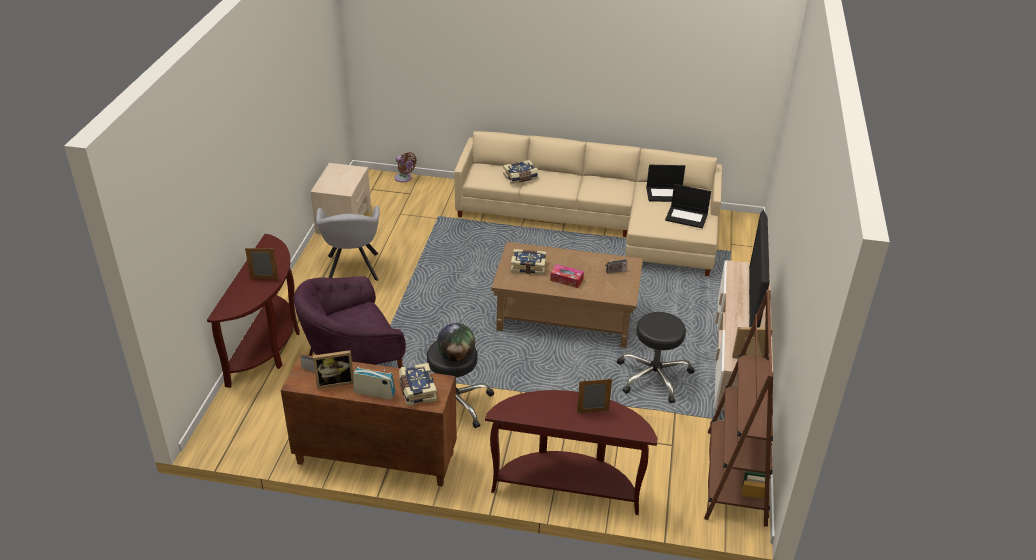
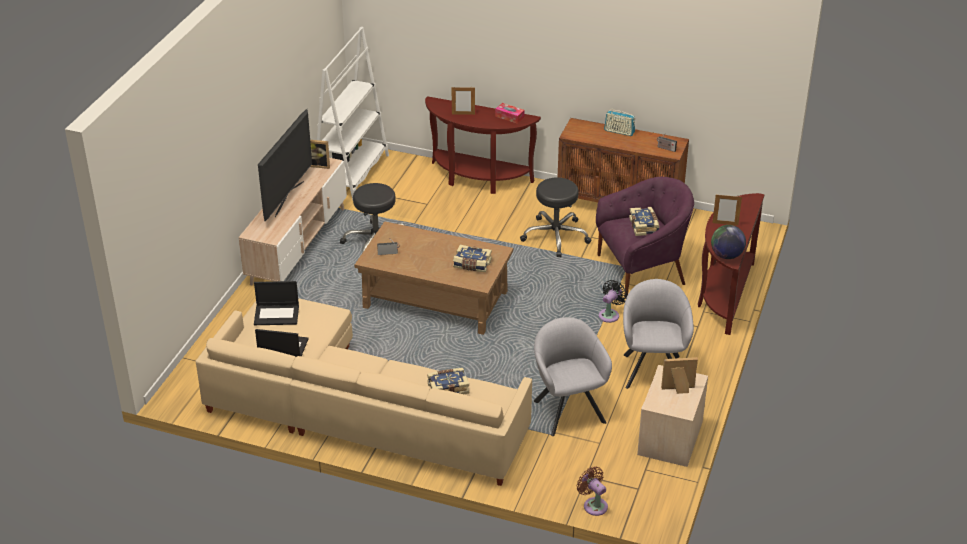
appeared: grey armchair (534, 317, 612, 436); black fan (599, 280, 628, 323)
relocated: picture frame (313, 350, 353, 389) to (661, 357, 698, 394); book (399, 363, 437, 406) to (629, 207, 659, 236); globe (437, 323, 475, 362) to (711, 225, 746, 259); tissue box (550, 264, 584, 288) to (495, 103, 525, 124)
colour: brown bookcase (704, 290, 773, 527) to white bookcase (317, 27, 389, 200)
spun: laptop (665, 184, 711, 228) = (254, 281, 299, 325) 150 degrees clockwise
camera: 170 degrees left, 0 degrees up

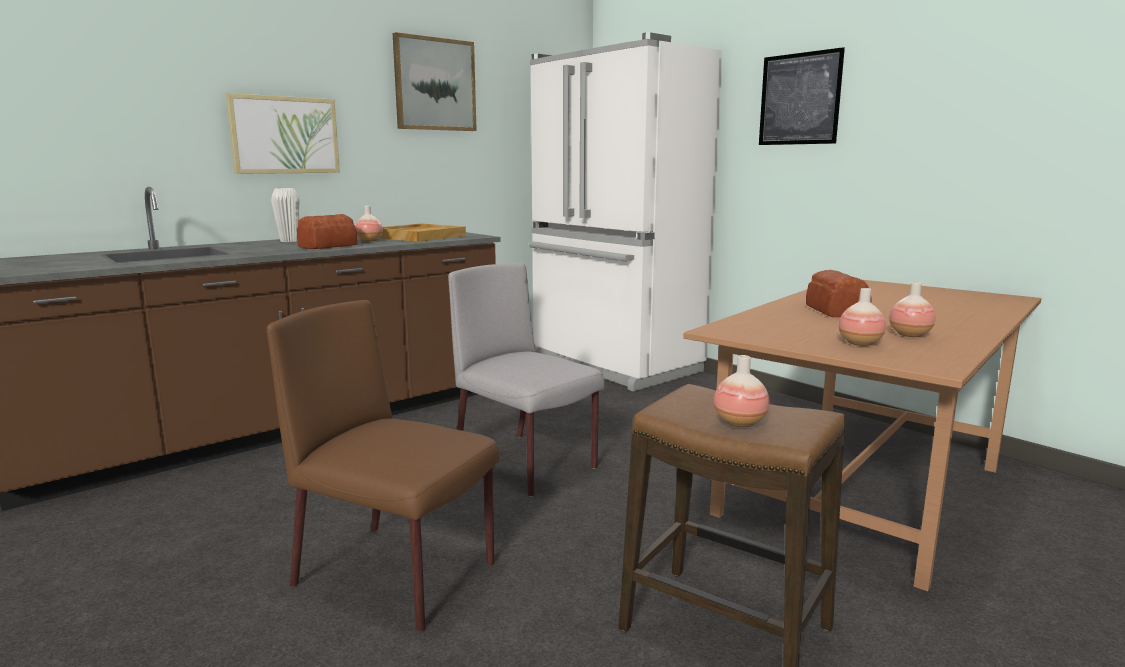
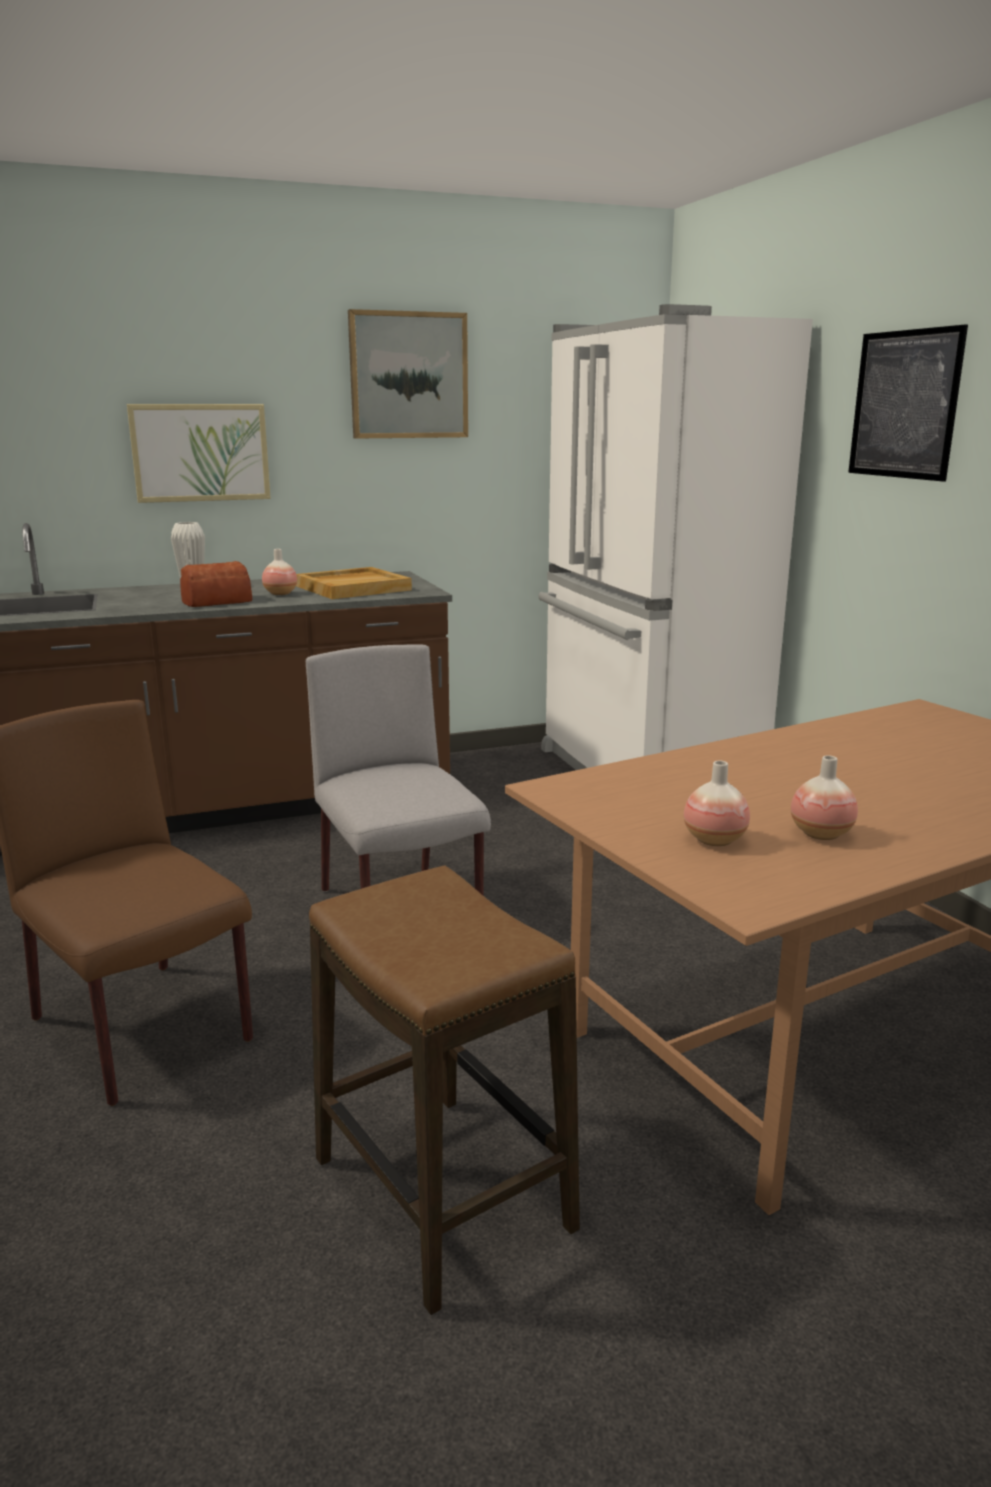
missing: vase (714, 355, 770, 427); bread (806, 270, 872, 317)
camera: 20 degrees right, 5 degrees up

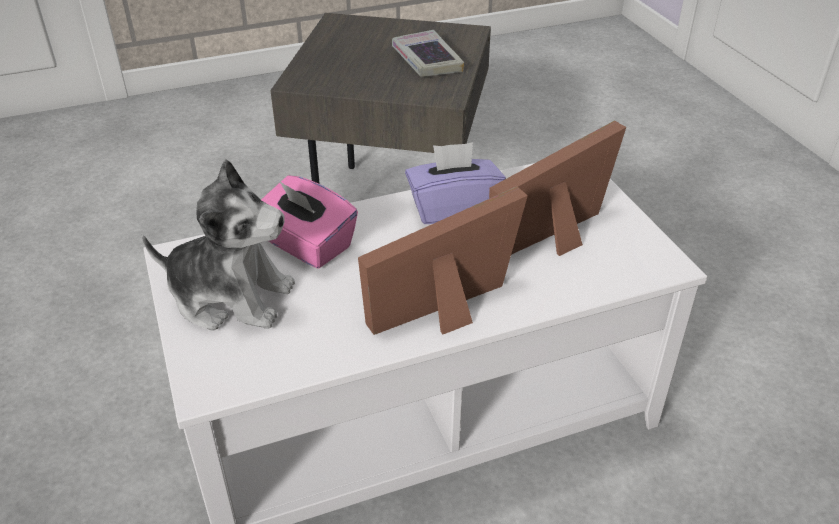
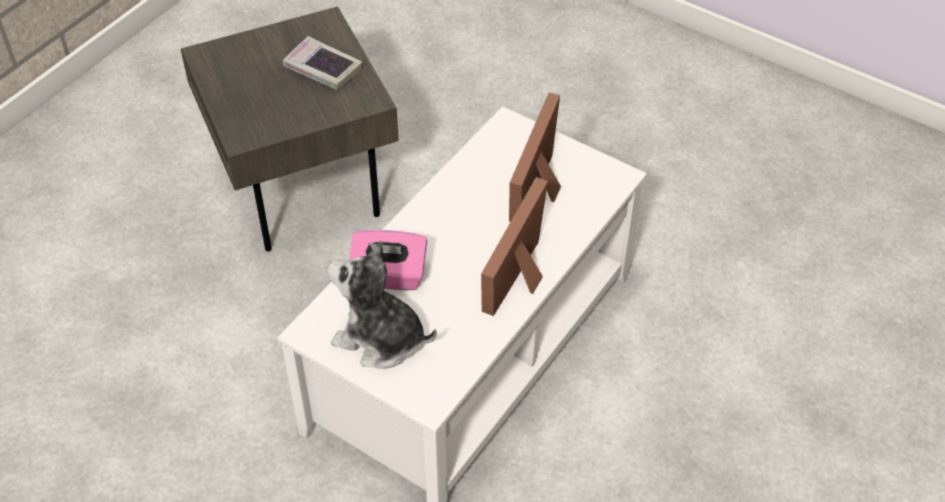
missing: purple tissue box (405, 142, 506, 224)
spun: plush toy (142, 159, 295, 331) = (327, 241, 437, 369) 135 degrees counterclockwise
camera: 35 degrees left, 10 degrees up

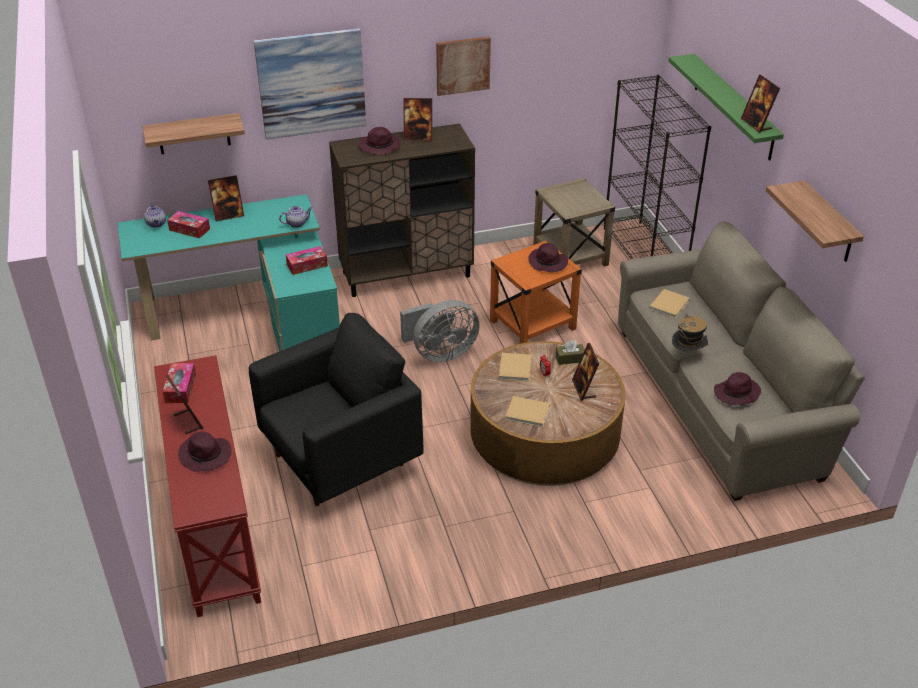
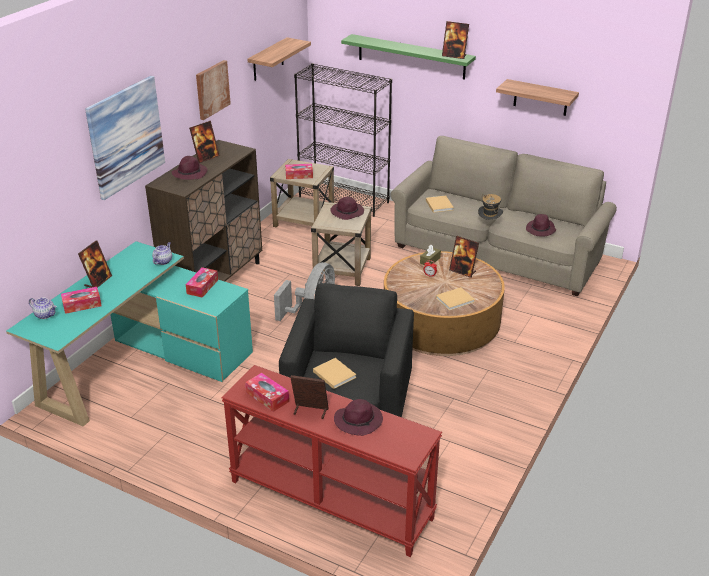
appeared: tissue box (285, 164, 313, 179)
relocated: shelf (143, 113, 245, 154) to (247, 37, 311, 81); beige book (499, 353, 532, 382) to (313, 358, 356, 389)
colour: orange side table (490, 241, 582, 344) to beige side table (311, 202, 372, 286)
camera: 45 degrees left, 5 degrees down

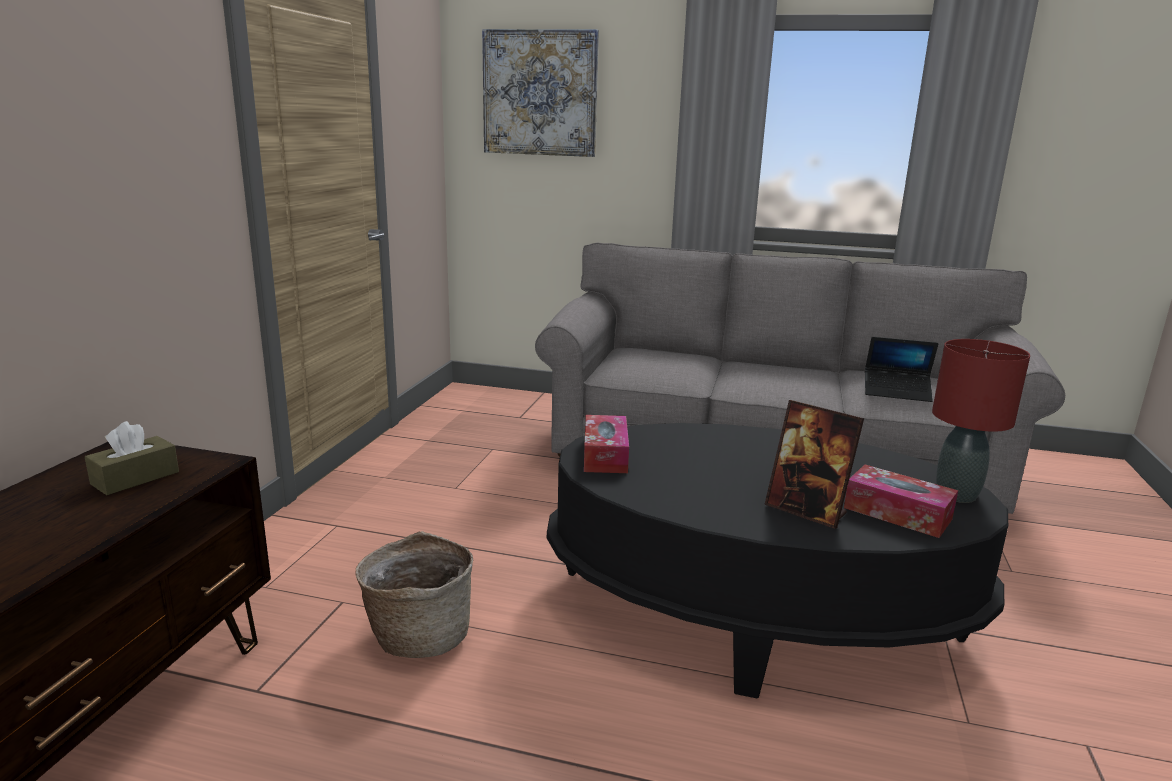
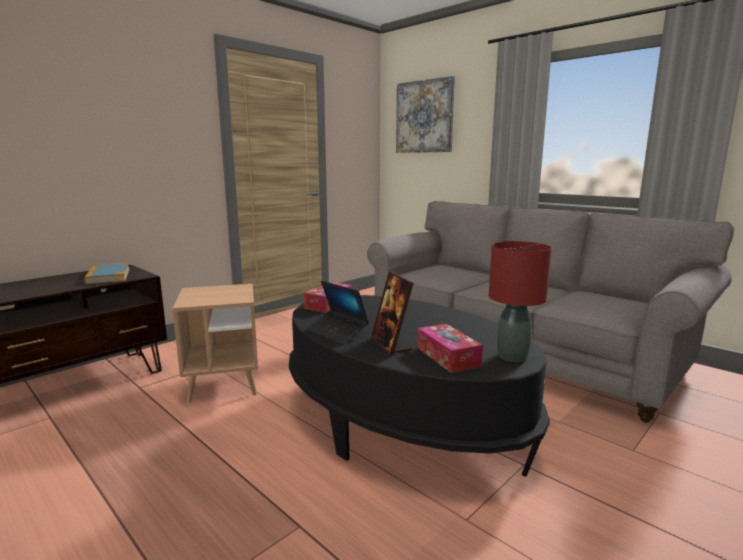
relocated: laptop (865, 337, 938, 402) to (306, 281, 369, 345)
exchanged: brown tissue box (85, 421, 179, 495) to book (84, 263, 130, 284); basket (355, 531, 473, 658) to brown side table (172, 284, 258, 404)
camera: 30 degrees right, 5 degrees down

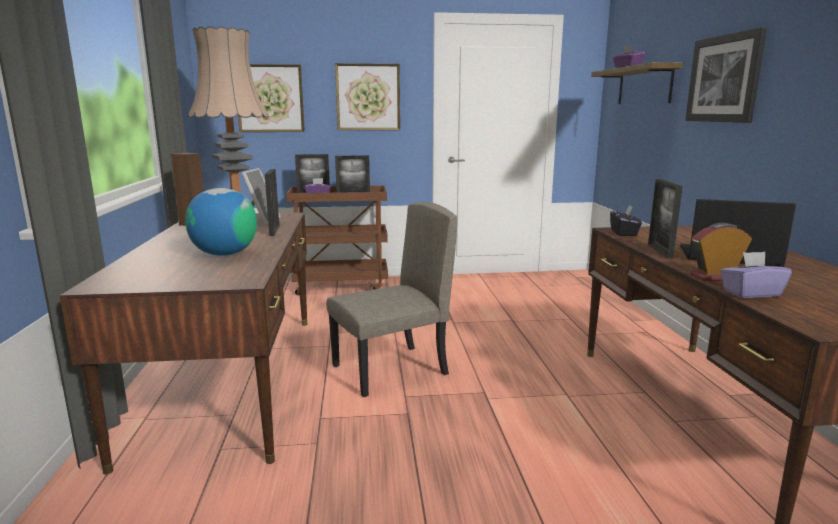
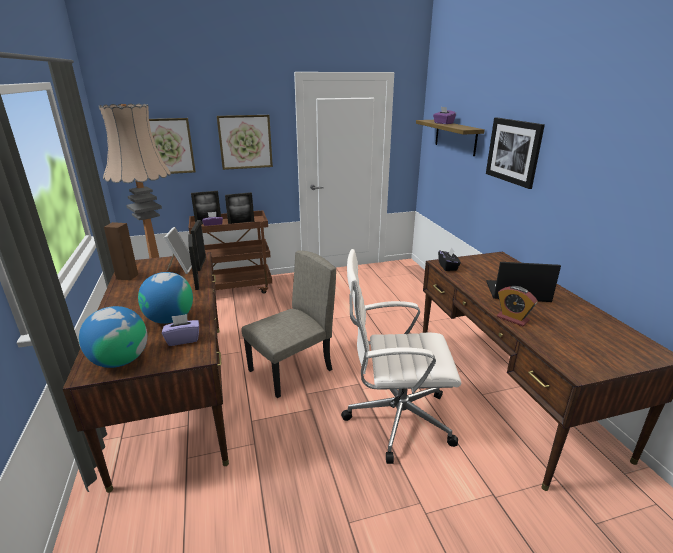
appeared: globe (79, 306, 147, 368); white office chair (341, 249, 461, 464)
relocated: picture frame (648, 179, 683, 259) to (191, 220, 206, 271); purple tissue box (720, 252, 792, 298) to (162, 314, 199, 346)
spun: alarm clock (690, 223, 752, 281) = (497, 286, 538, 326) 120 degrees counterclockwise
camera: 10 degrees left, 10 degrees up

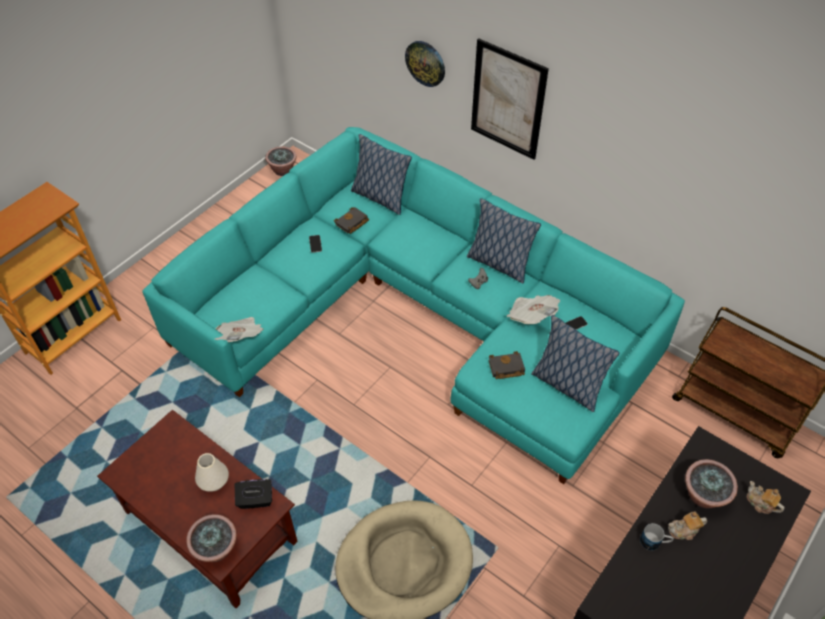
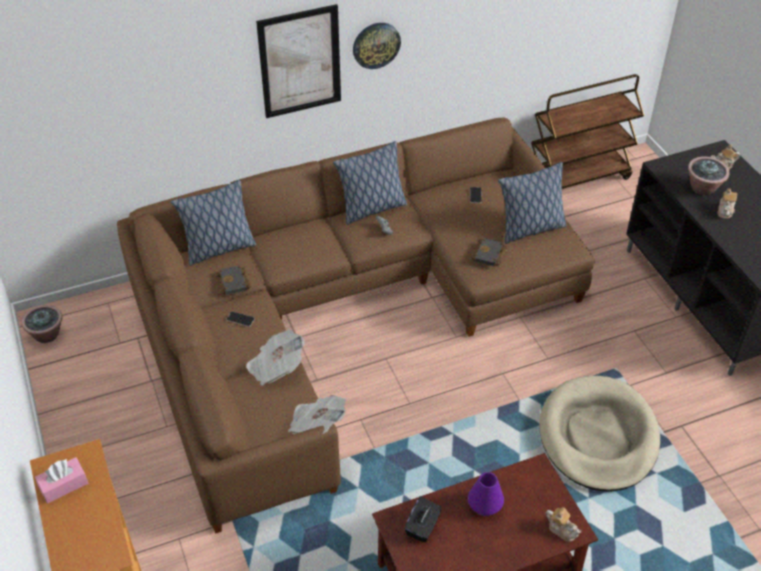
missing: mug (640, 523, 674, 551)
appeared: pink tissue box (35, 457, 88, 504)
relocated: black tissue box (235, 479, 272, 509) to (404, 496, 442, 542); wall clock (405, 41, 445, 87) to (353, 23, 401, 69); newspaper (506, 295, 560, 324) to (246, 330, 305, 386)
exchanged: potted plant (186, 514, 237, 562) to teapot (545, 507, 581, 542)
colour: turquoise sofa (142, 127, 685, 484) to brown sofa (117, 118, 595, 534); white vase (195, 453, 229, 491) to purple vase (468, 472, 504, 516)
camera: 60 degrees left, 5 degrees down

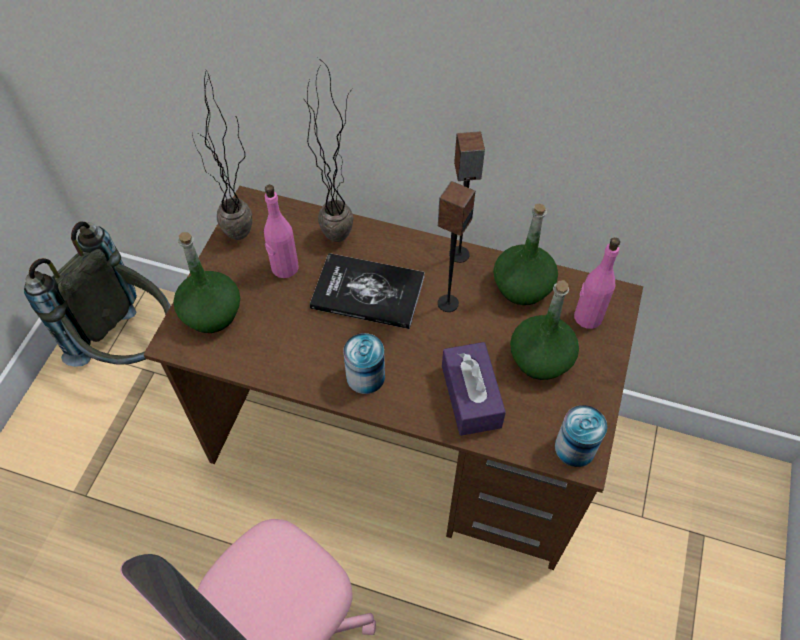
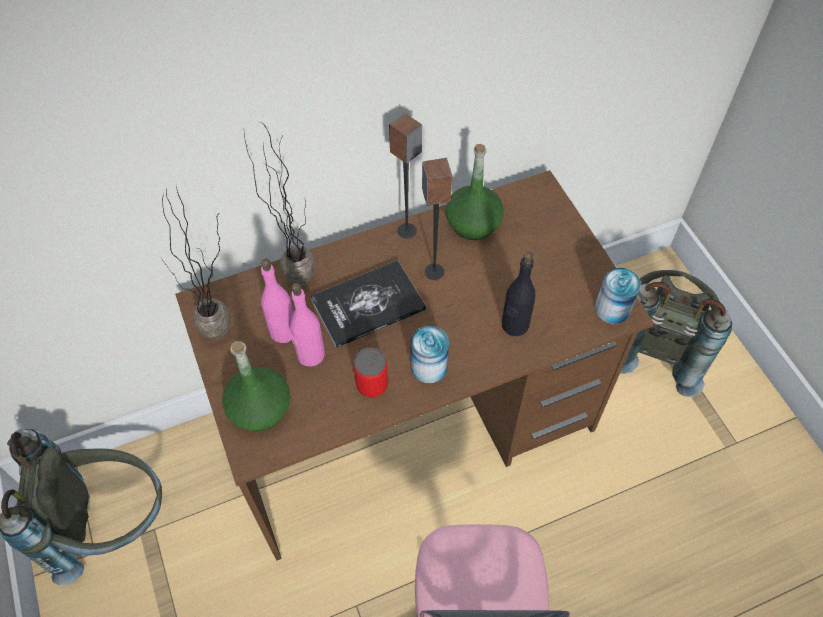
missing: green bottle (510, 280, 579, 380)
appeared: can (353, 347, 388, 397); grey backpack (620, 270, 732, 397)
relocated: pink bottle (574, 237, 620, 329) to (290, 283, 325, 367)
exchanged: purple tissue box (442, 342, 506, 436) to black bottle (502, 251, 535, 336)
camera: 40 degrees left, 0 degrees up

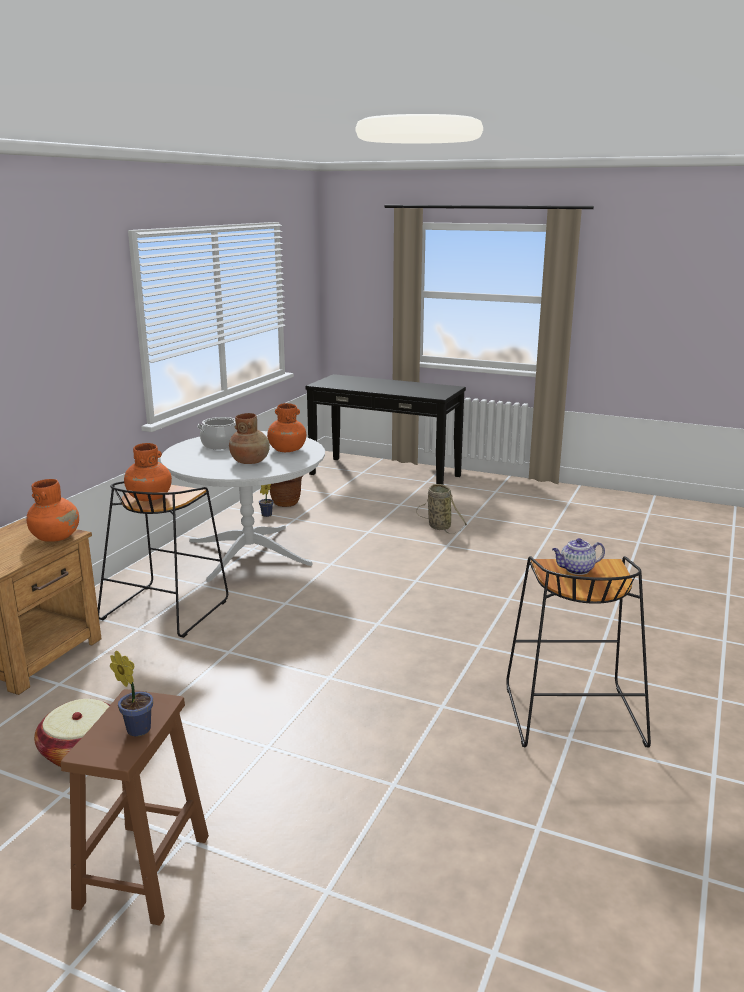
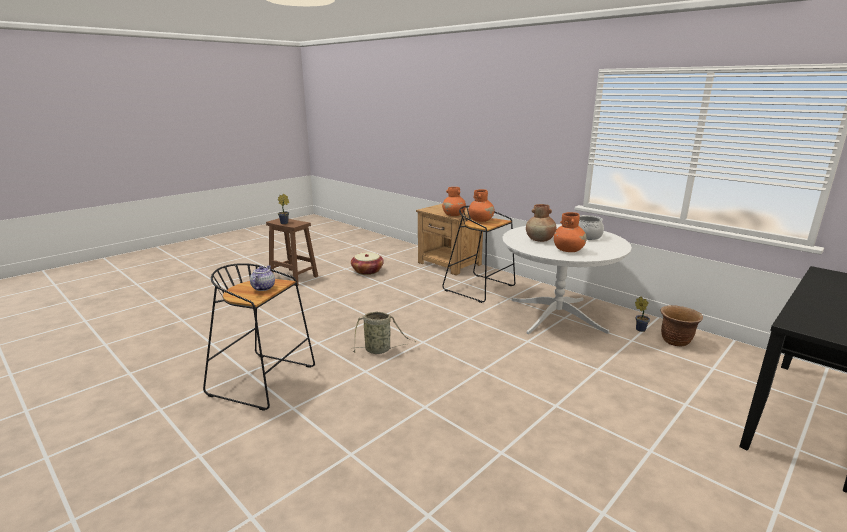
relocated: basket (416, 484, 467, 534) to (351, 311, 416, 354)
camera: 110 degrees right, 0 degrees up

